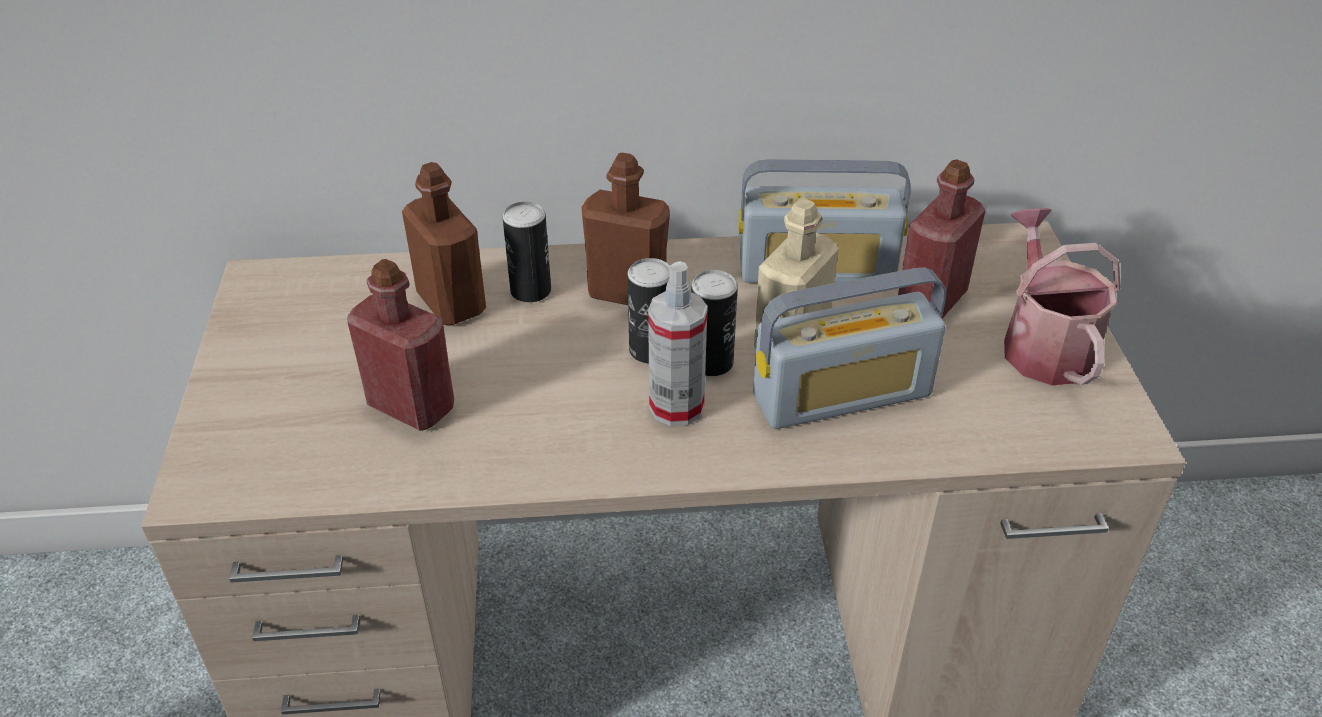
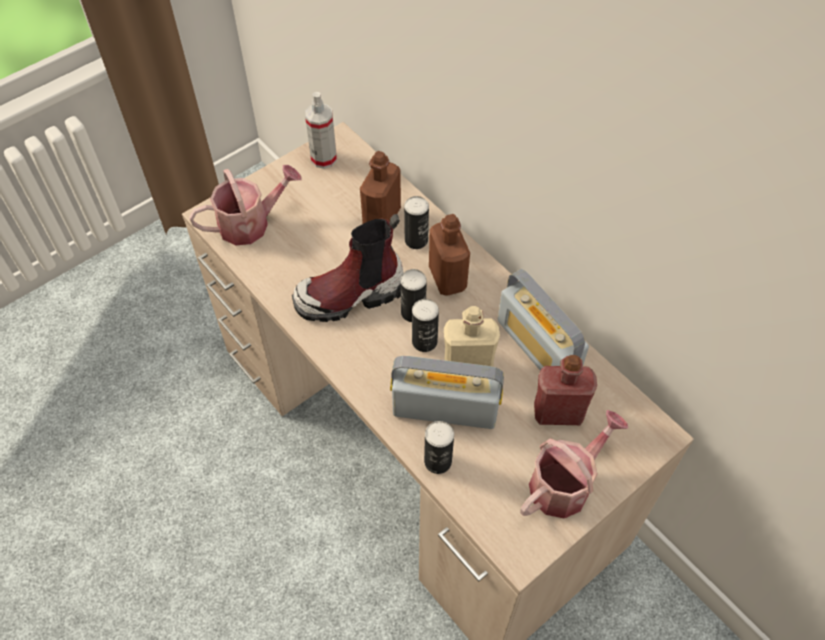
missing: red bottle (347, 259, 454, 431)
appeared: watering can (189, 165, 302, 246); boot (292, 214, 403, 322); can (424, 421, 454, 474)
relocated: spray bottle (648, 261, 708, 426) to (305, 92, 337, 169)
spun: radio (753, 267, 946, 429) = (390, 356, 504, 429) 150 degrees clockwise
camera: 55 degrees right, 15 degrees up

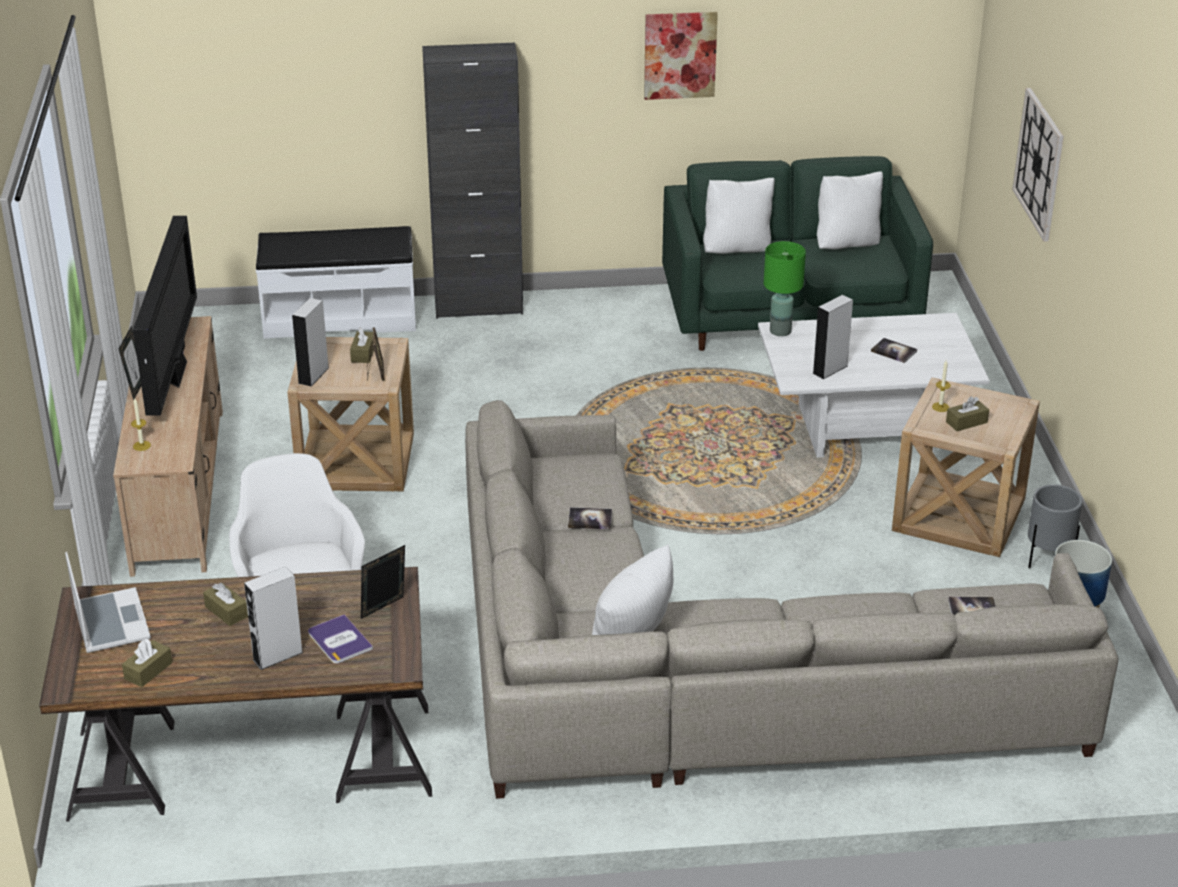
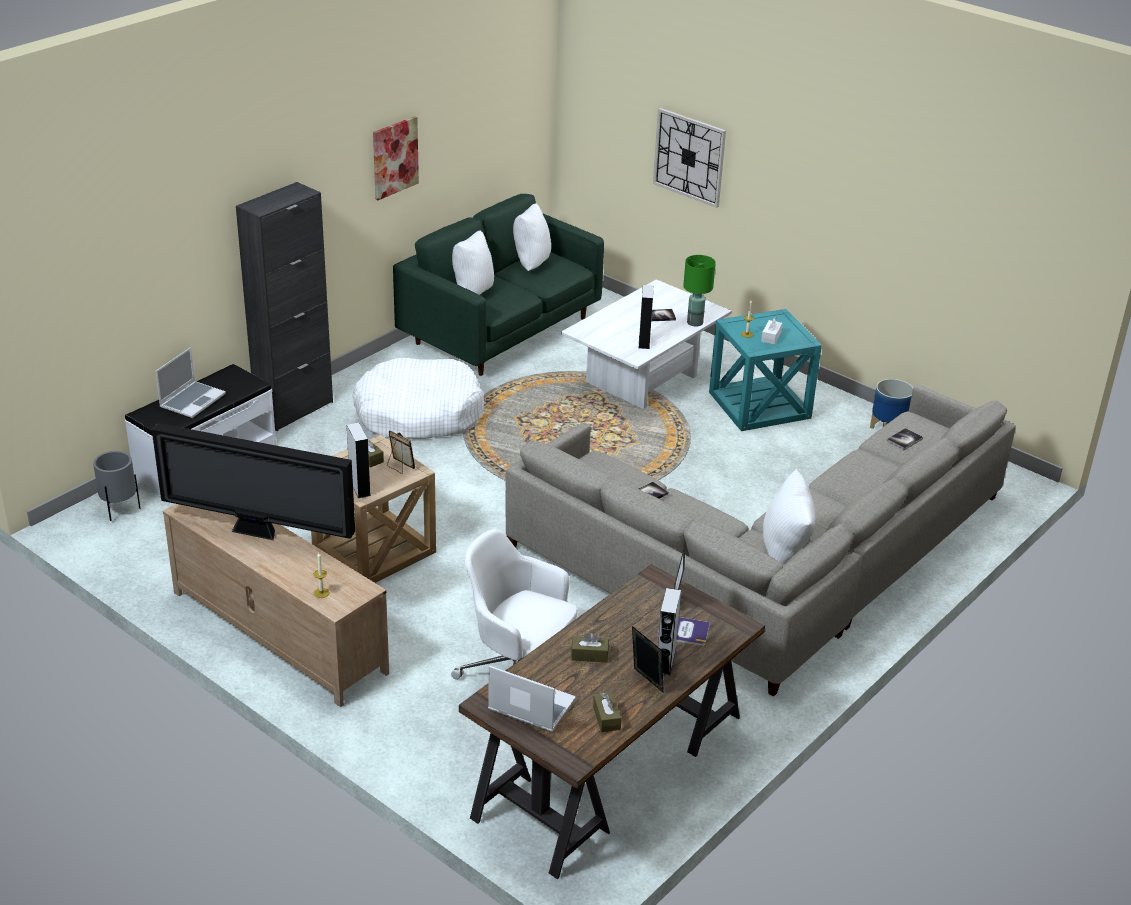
appeared: laptop (155, 347, 226, 418); white dog bed (353, 358, 484, 439)
relocated: picture frame (119, 326, 141, 400) to (632, 626, 664, 693); green table lamp (764, 241, 806, 336) to (683, 255, 716, 327); grey planter (1028, 484, 1083, 568) to (93, 451, 141, 521)
colour: beige side table (892, 378, 1040, 557) to turquoise side table (709, 309, 822, 431); brown tissue box (946, 396, 989, 431) to white tissue box (761, 317, 782, 344)
spun: television (133, 216, 197, 416) = (152, 423, 355, 540) 150 degrees clockwise
camera: 45 degrees left, 0 degrees up

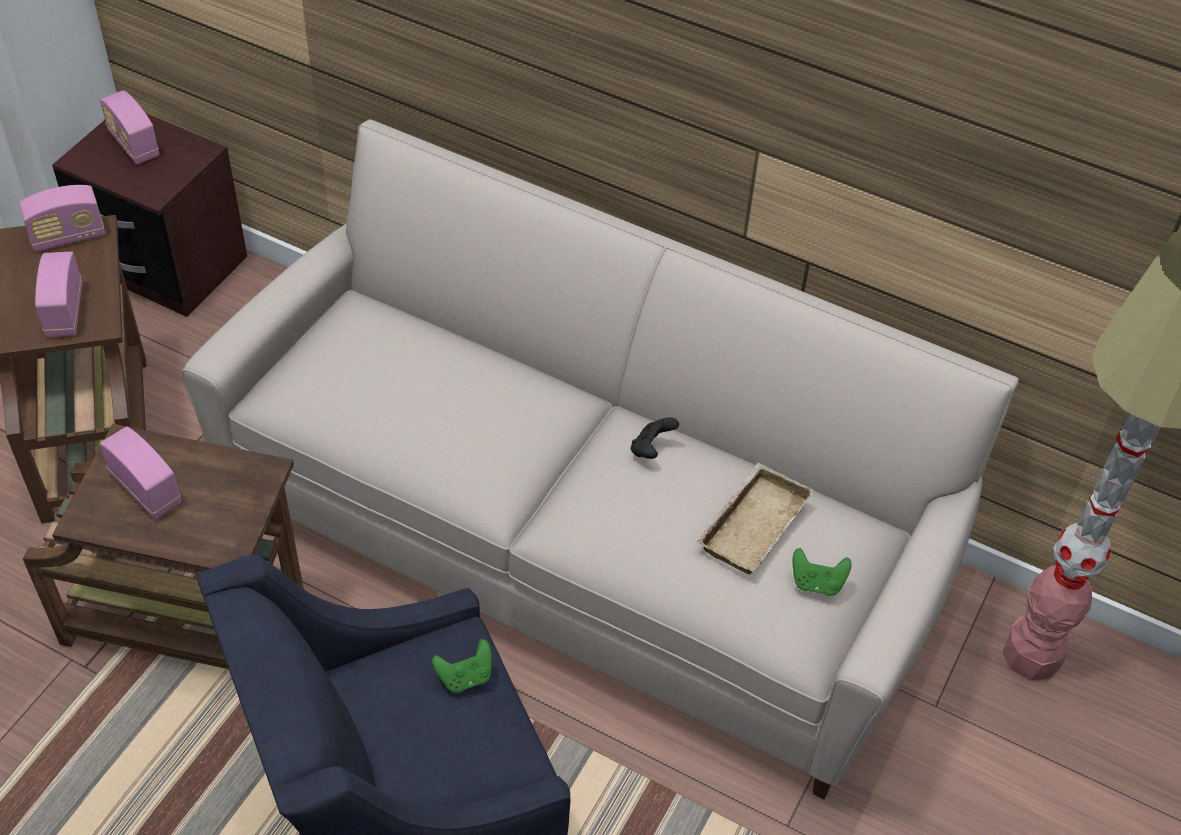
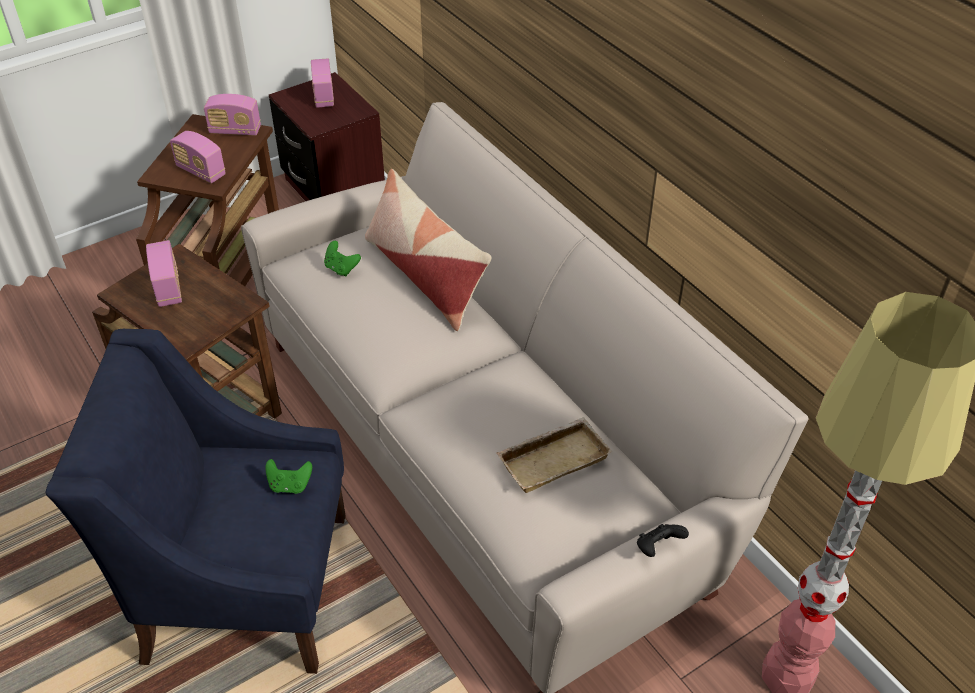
appeared: pillow (365, 169, 492, 331)
relocated: black game controller (631, 417, 679, 459) to (637, 524, 689, 557); green game controller (792, 548, 852, 596) to (324, 241, 361, 277)
spun: radio (35, 252, 83, 337) = (170, 131, 226, 183) 75 degrees counterclockwise
camera: 30 degrees right, 5 degrees down

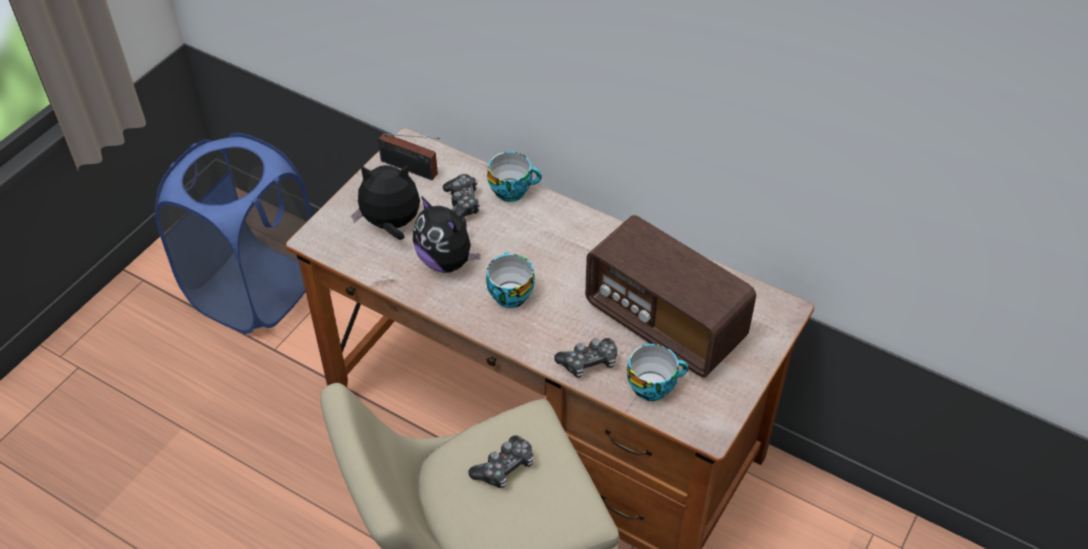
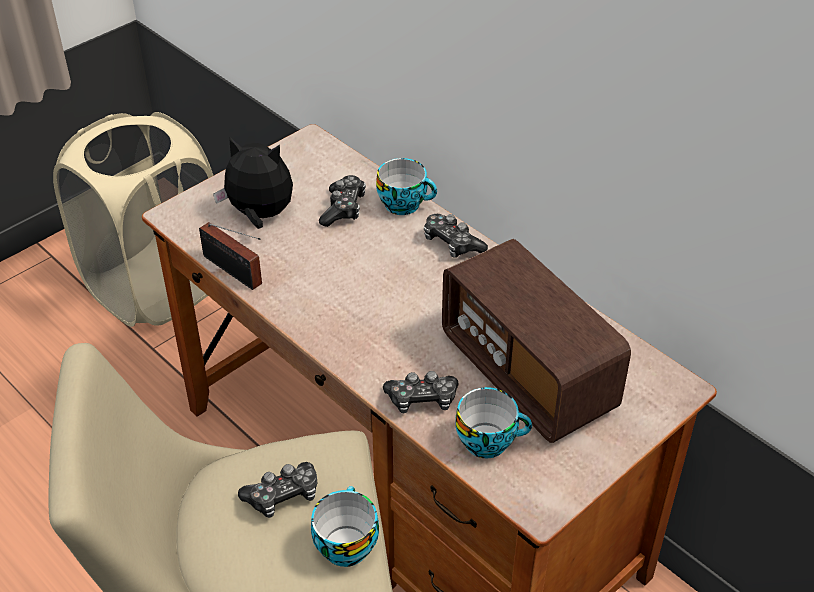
missing: plush toy (413, 196, 481, 273)
appeared: game controller (424, 214, 488, 258)
relocated: radio (378, 133, 440, 180) to (199, 222, 262, 290); cup (486, 252, 535, 308) to (311, 486, 379, 567)
colour: blue laundry basket (155, 133, 312, 334) to beige laundry basket (53, 112, 213, 327)
camera: 15 degrees right, 5 degrees down

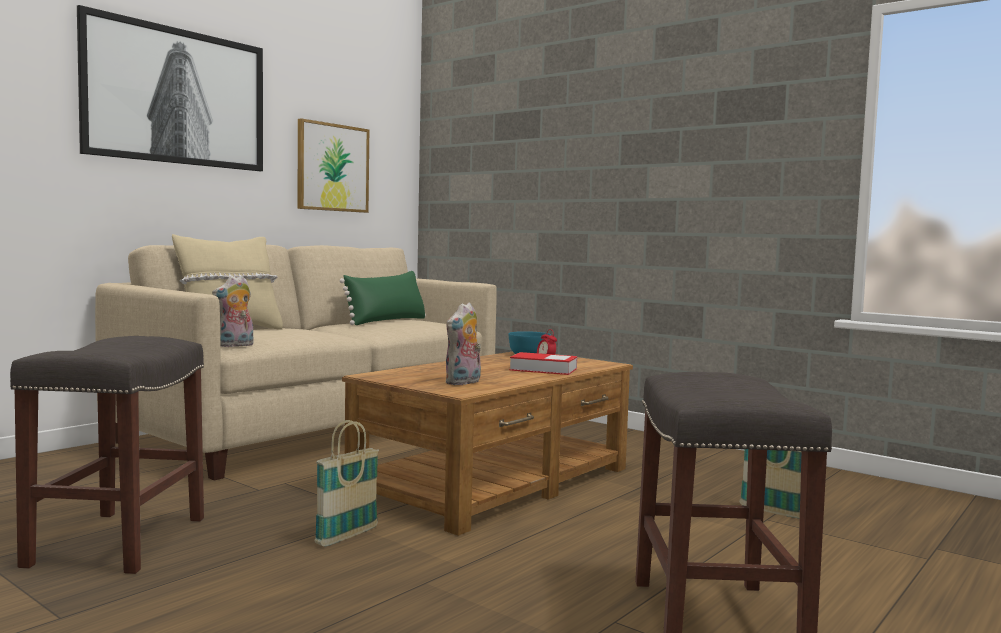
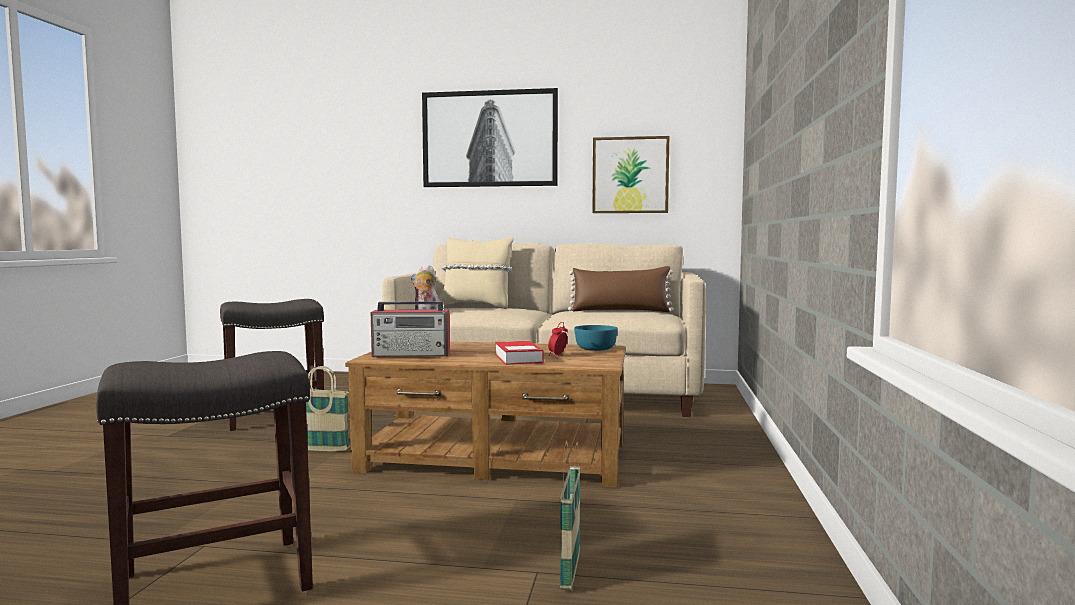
exchanged: plush toy (446, 303, 481, 385) to radio (371, 299, 450, 357)
colour: green pillow (340, 271, 426, 325) to brown pillow (568, 266, 673, 312)
camera: 60 degrees right, 0 degrees up

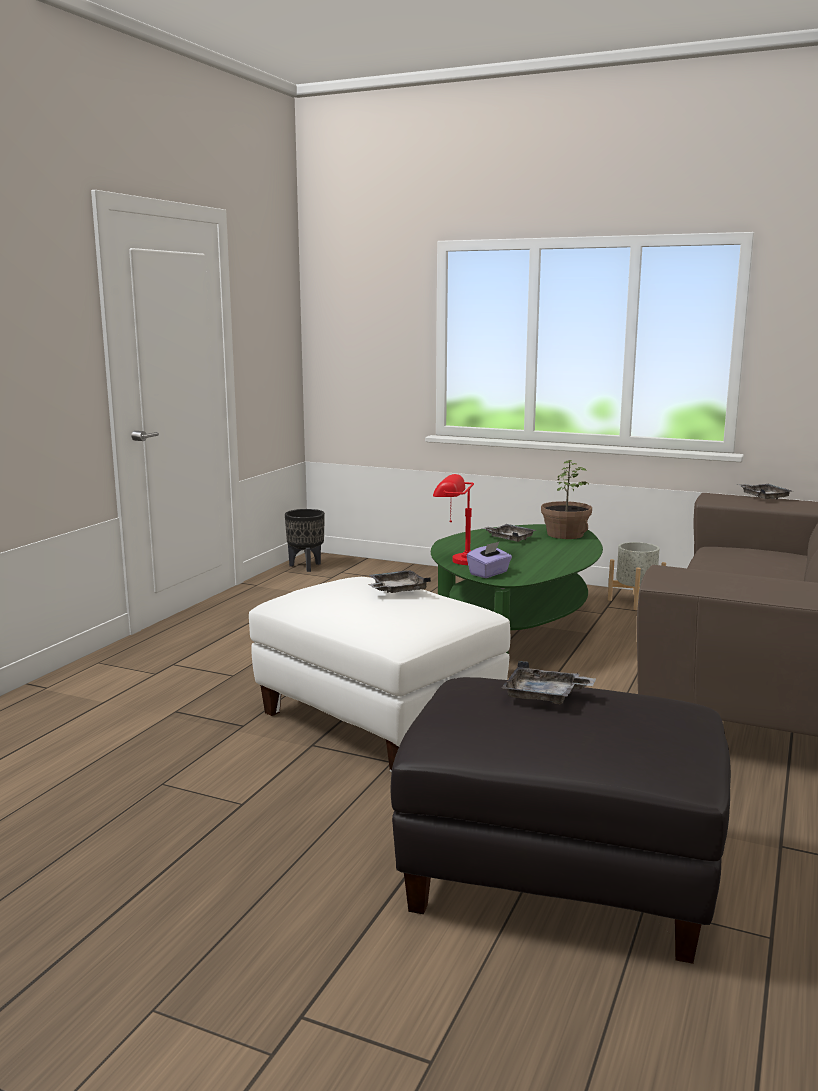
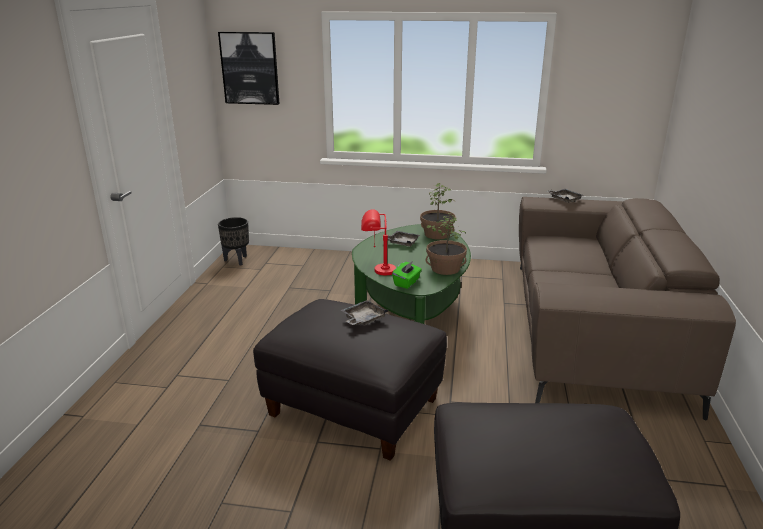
missing: grey tray (501, 661, 596, 704); grey planter (608, 542, 666, 610)
appeared: picture (218, 32, 279, 105); potted plant (426, 213, 467, 275)
colour: white ottoman (249, 577, 510, 772) to black ottoman (253, 299, 447, 461); purple tissue box (467, 541, 512, 578) to green tissue box (392, 260, 422, 289)
camera: 15 degrees left, 10 degrees up

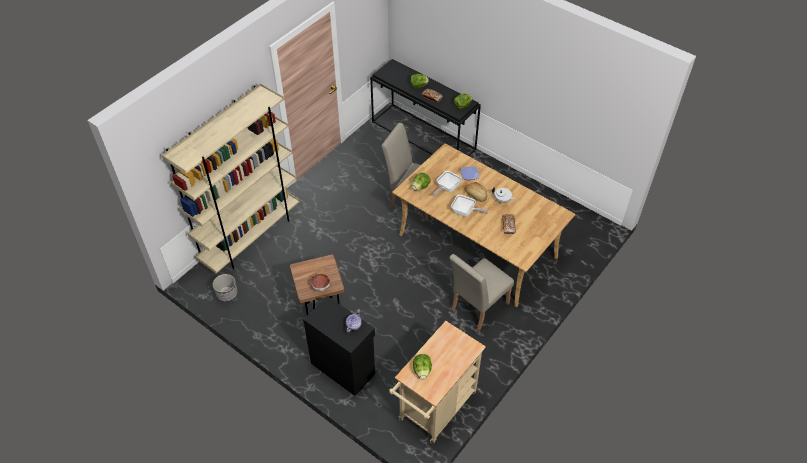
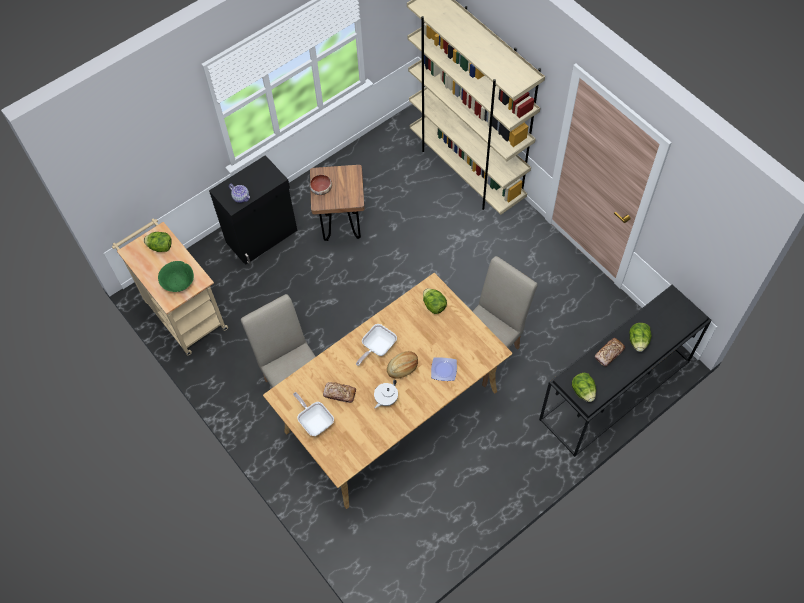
missing: planter (213, 274, 238, 302)
appeared: green bowl (158, 261, 194, 292)
relocated: frying pan (433, 171, 462, 196) to (293, 392, 334, 436)
camera: 105 degrees right, 10 degrees up

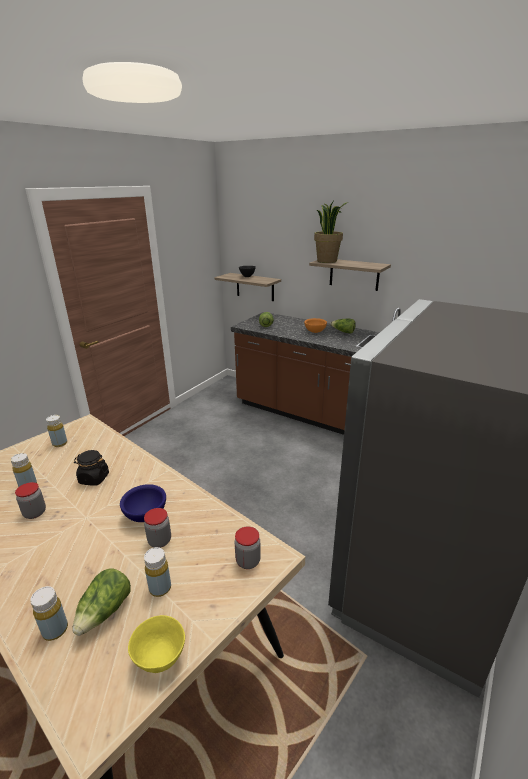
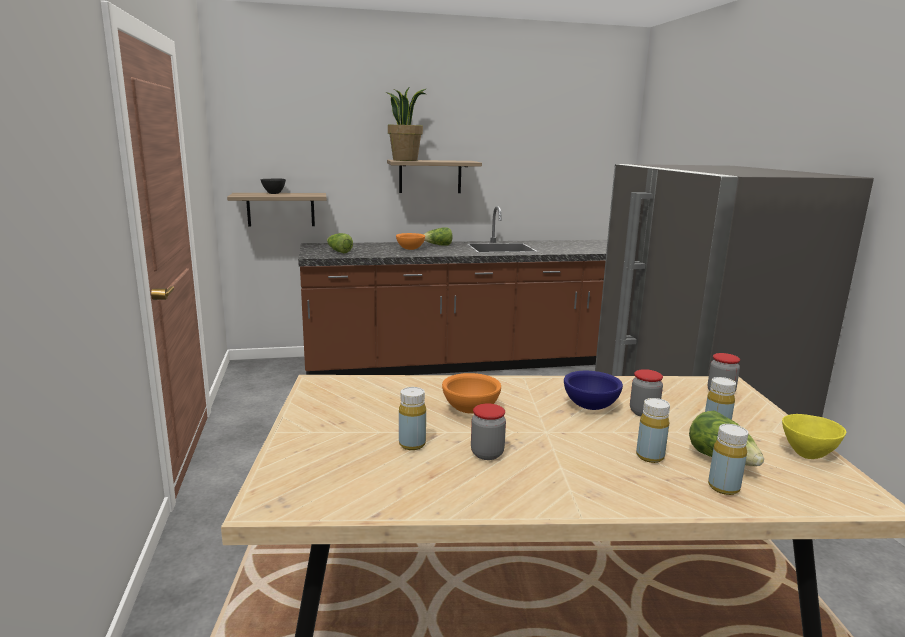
relocated: yellow bottle (46, 415, 67, 447) to (636, 398, 670, 463)
exchanged: black jar (74, 450, 109, 486) to orange bowl (442, 373, 501, 414)
camera: 45 degrees left, 10 degrees down

